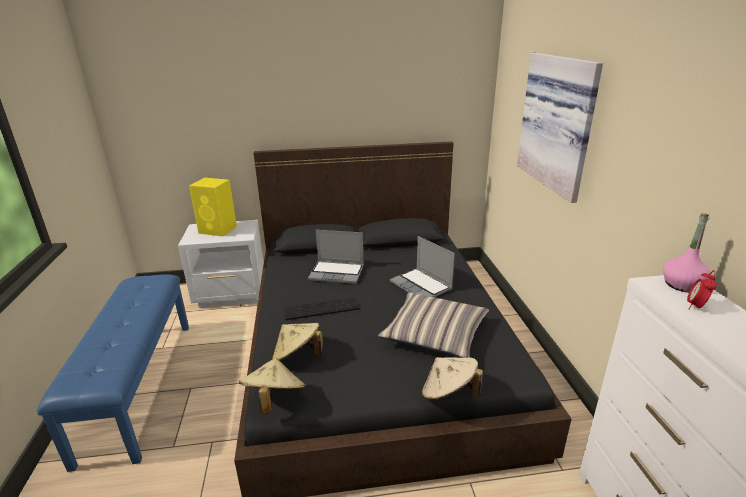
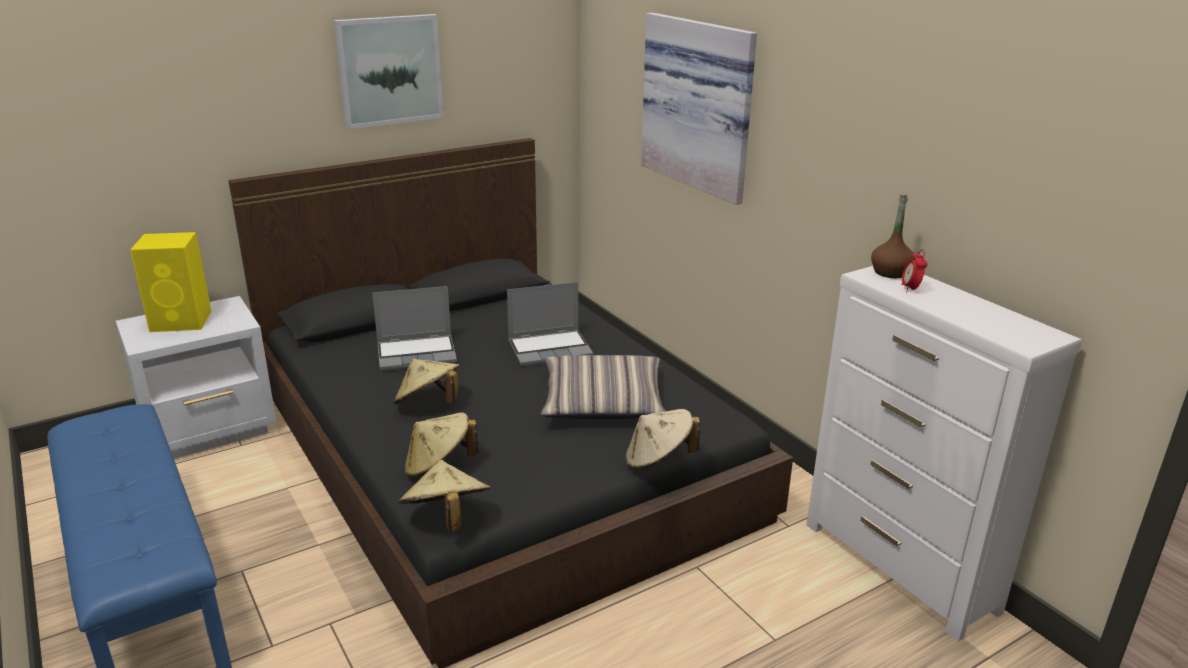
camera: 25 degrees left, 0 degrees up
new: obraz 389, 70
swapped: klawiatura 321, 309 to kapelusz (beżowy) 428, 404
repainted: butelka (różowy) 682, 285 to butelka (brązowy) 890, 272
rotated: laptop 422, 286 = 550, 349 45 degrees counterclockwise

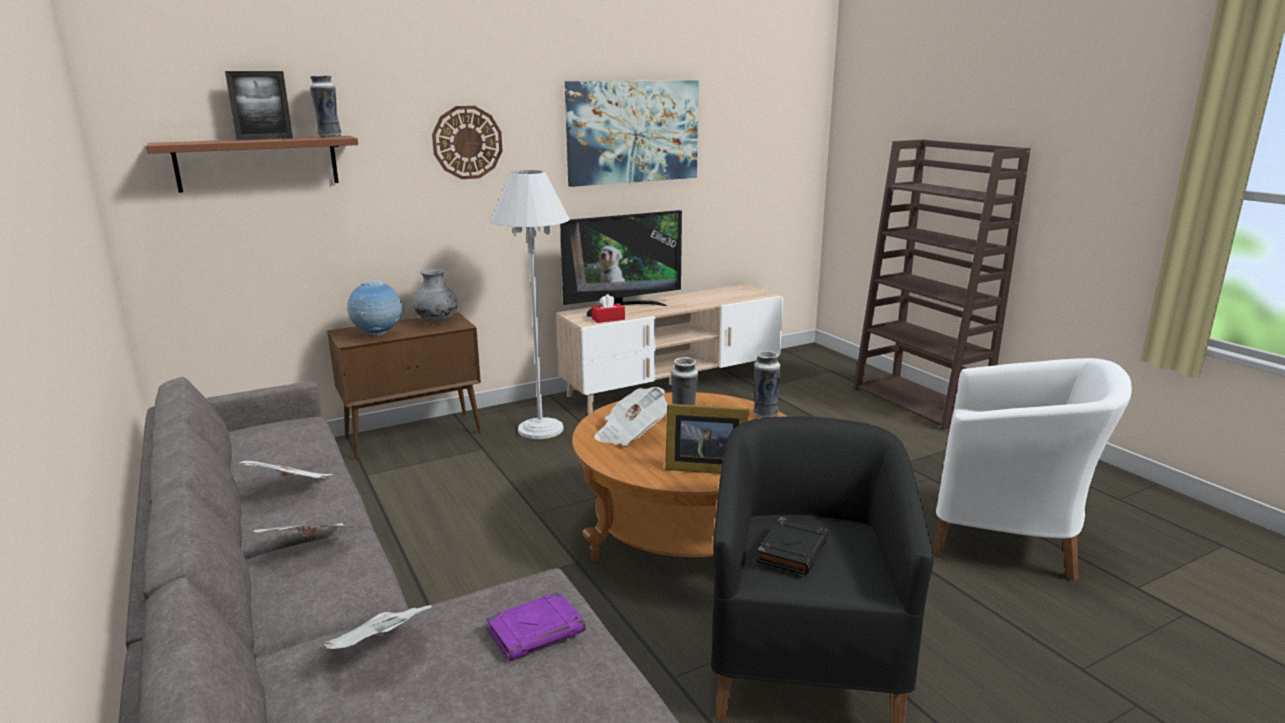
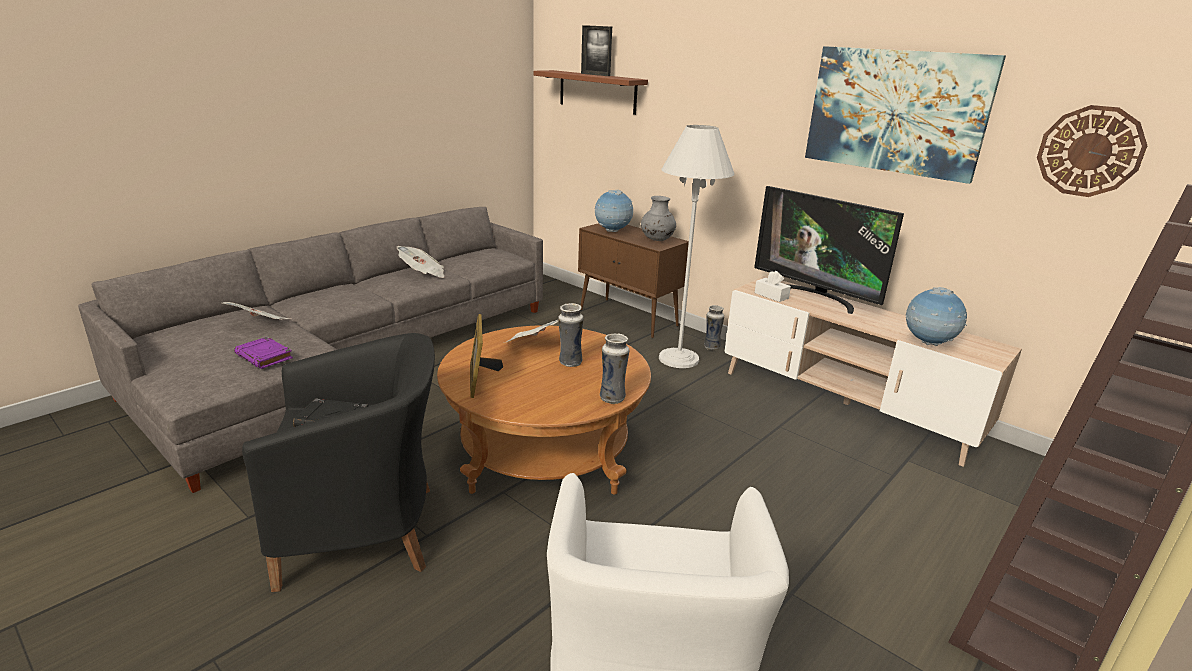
camera: 70 degrees right, 5 degrees up
gone: gazeta 311, 549
new: globus 928, 343
shifted: wazon 329, 137 to 711, 347; zegar ścienny 467, 142 to 1089, 151
repainted: pudełko chusteczek (czerwony) 608, 319 to pudełko chusteczek (biały) 771, 295

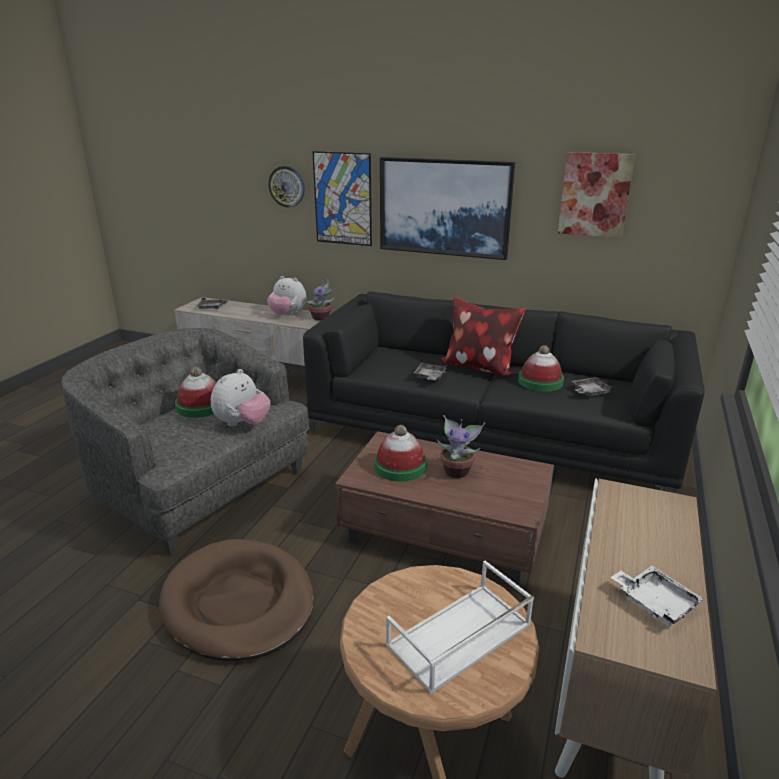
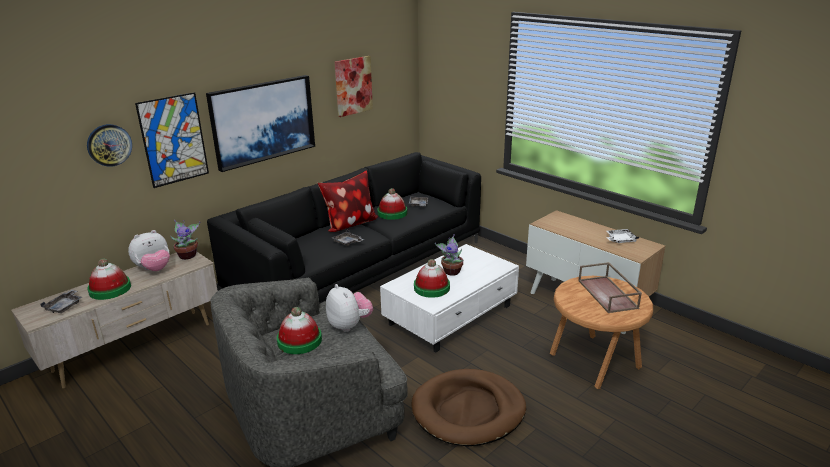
camera: 65 degrees left, 0 degrees up
new: kapelusz 110, 289
repainted: ława (brązowy) 446, 532 to ława (biały) 451, 315; taca (biały) 459, 636 to taca (brązowy) 608, 294

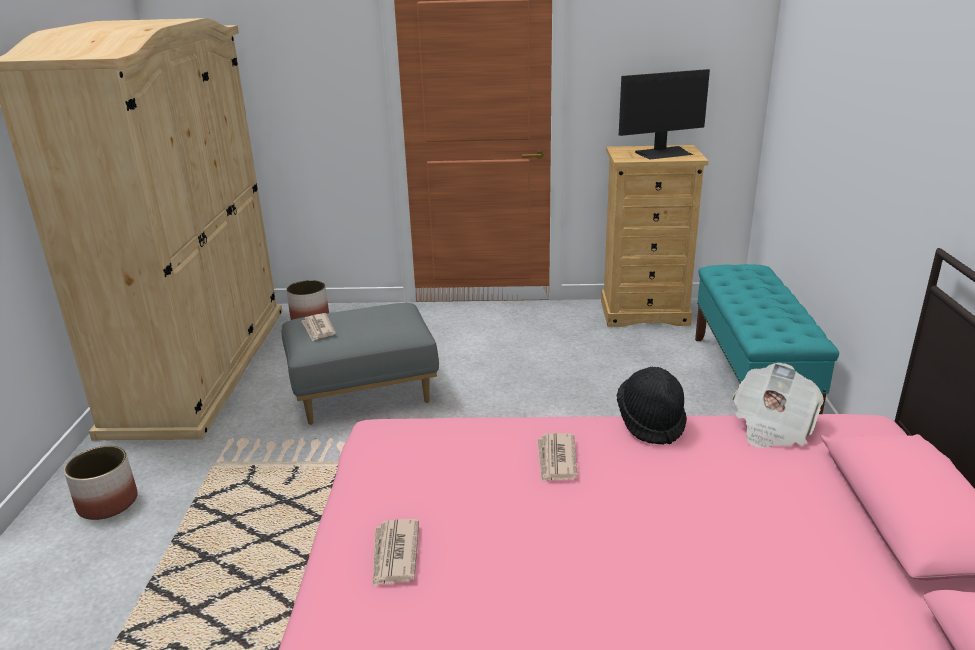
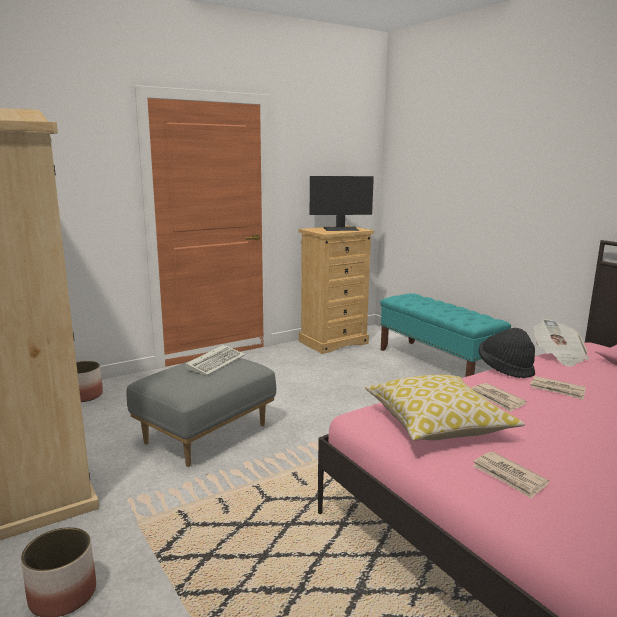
camera: 35 degrees left, 10 degrees down
new: klawiatura 216, 362; poduszka 437, 424
shifted: gazeta 318, 329 to 557, 390
rotated: monitor 664, 153 = 341, 229 45 degrees clockwise

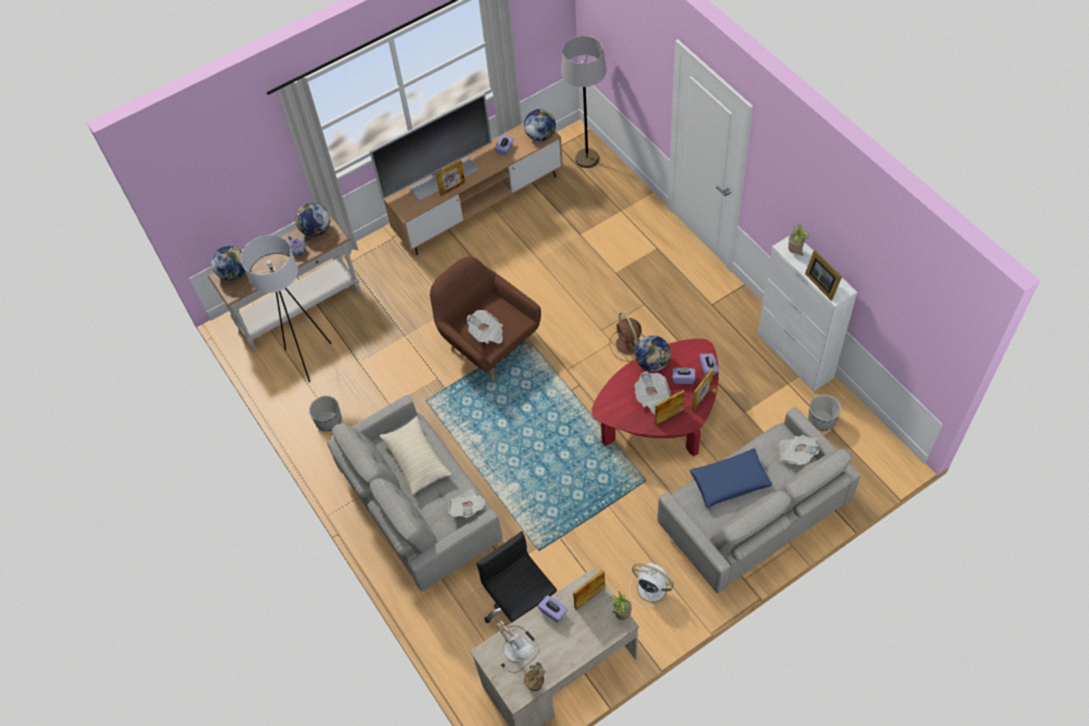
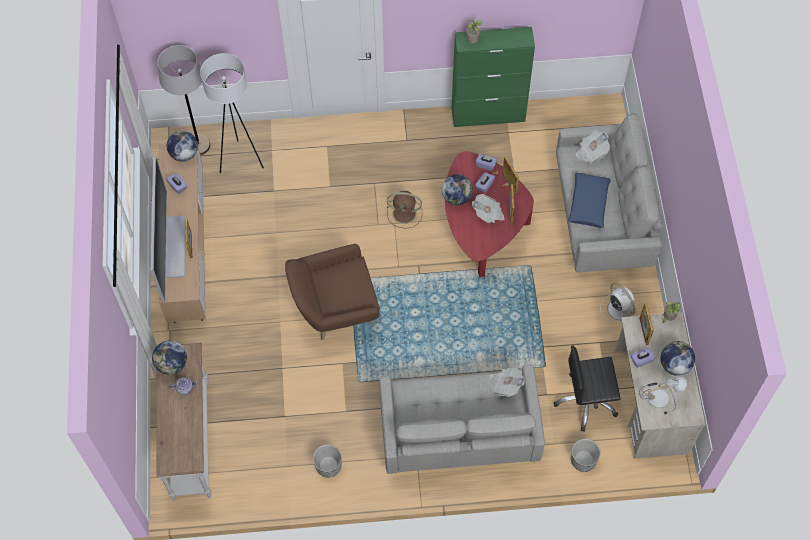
camera: 65 degrees left, 5 degrees up
gone: poduszka (beżowy) 416, 460; gazeta 487, 333; roślina doniczkowa 536, 686; ramka na zdjęcie 821, 283
shifted: globus 234, 273 to 674, 365; lampa stojąca (biały) 308, 359 to 241, 160; donica 821, 420 to 583, 460
repainted: szafka (biały) 795, 356 to szafka (zielony) 488, 115
rotated: wentylator (biały) 650, 587 = 618, 308 90 degrees clockwise

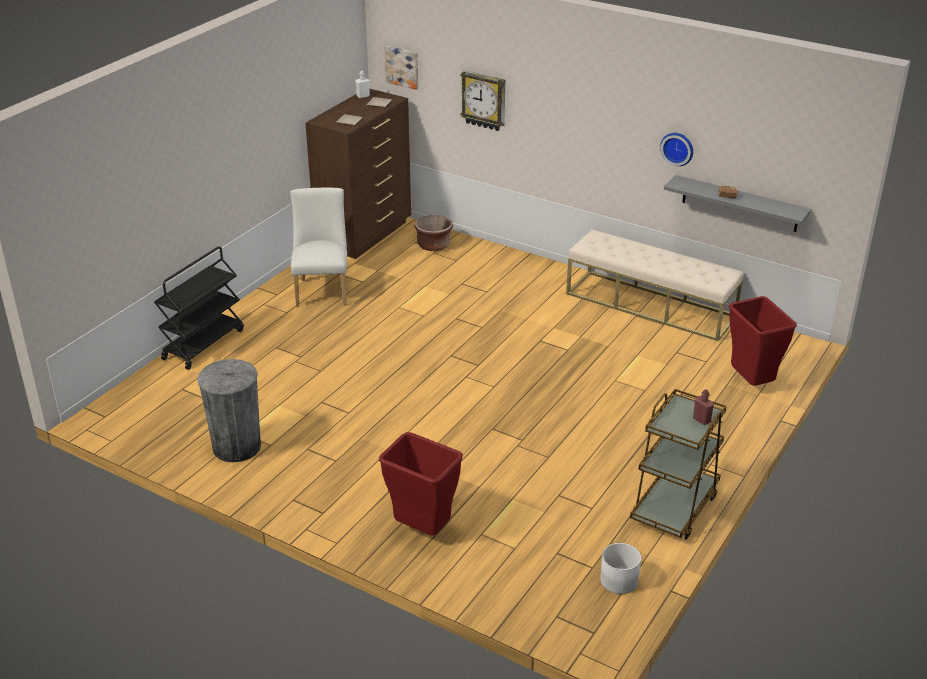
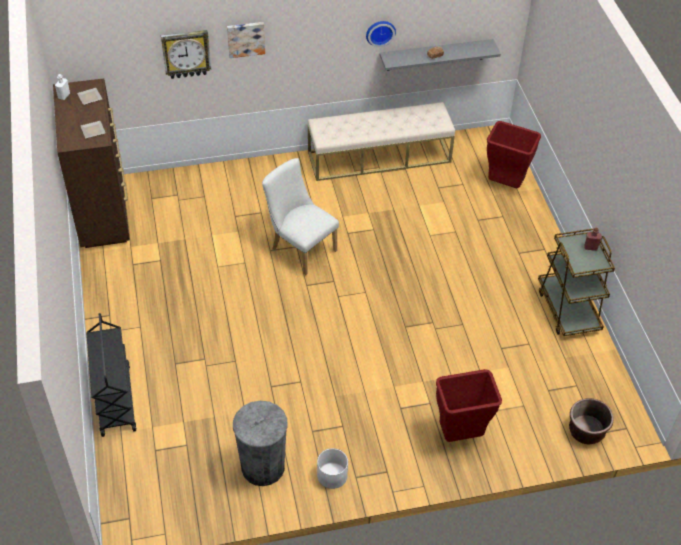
camera: 45 degrees left, 15 degrees up
shifted: krzesło (biały) 322, 289 to 300, 248; obraz 402, 67 to 246, 38; donica (brązowy) 433, 245 to 586, 431; donica (biały) 618, 580 to 332, 475

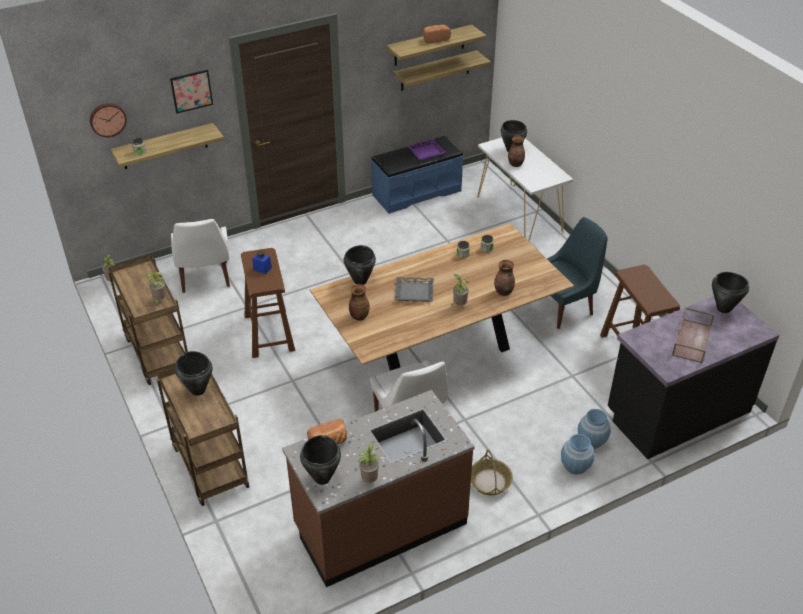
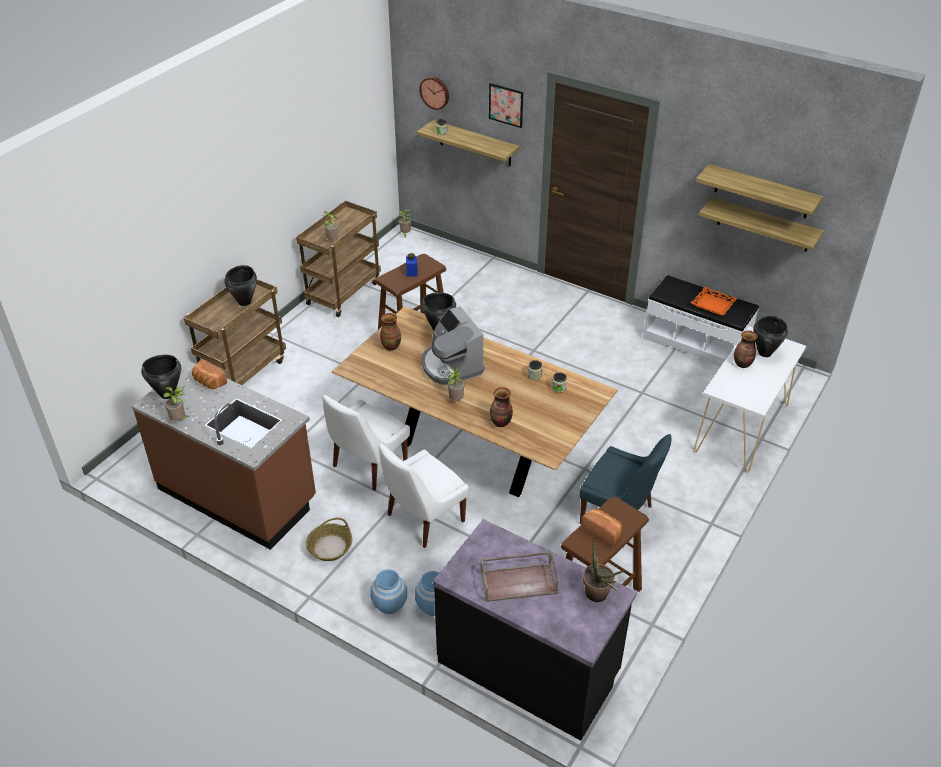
camera: 60 degrees right, 0 degrees up
shifted: krzesło (biały) 205, 278 to 423, 519; chleb 435, 39 to 602, 531
swapped: taca (szary) 414, 292 to ekspres do kawy 451, 365; garnek (czarny) 723, 309 to roślina doniczkowa 599, 597
repainted: ławka (niebieski) 416, 192 to ławka (biały) 696, 342; taca (fioletowy) 426, 152 to taca (pomarańczowy) 713, 304

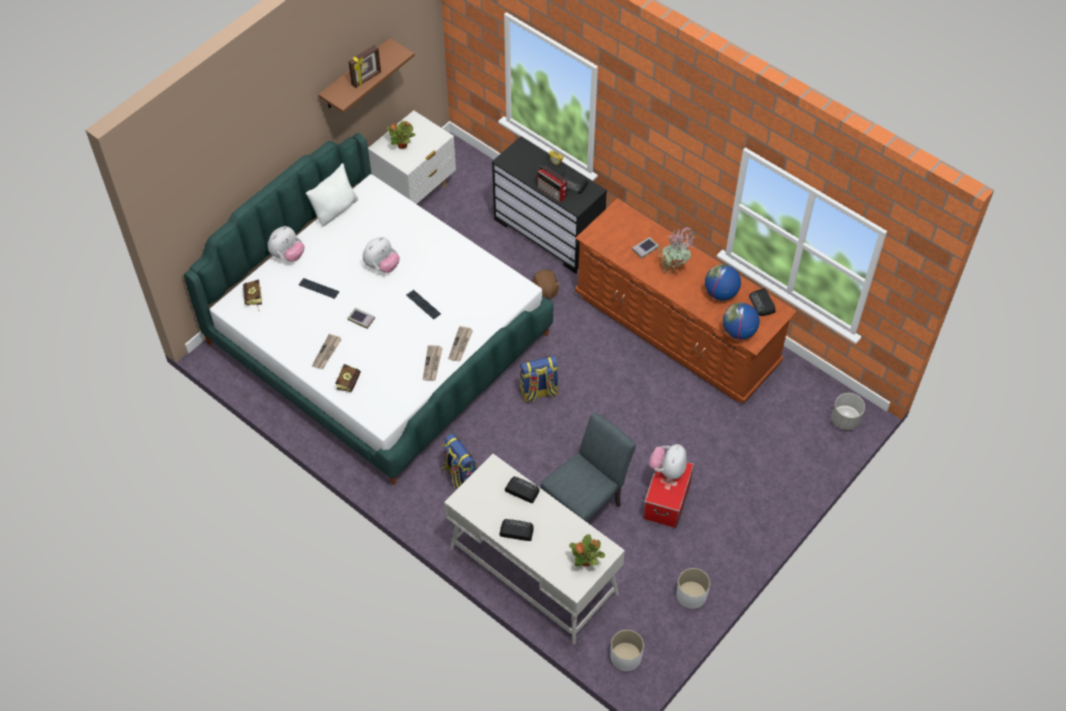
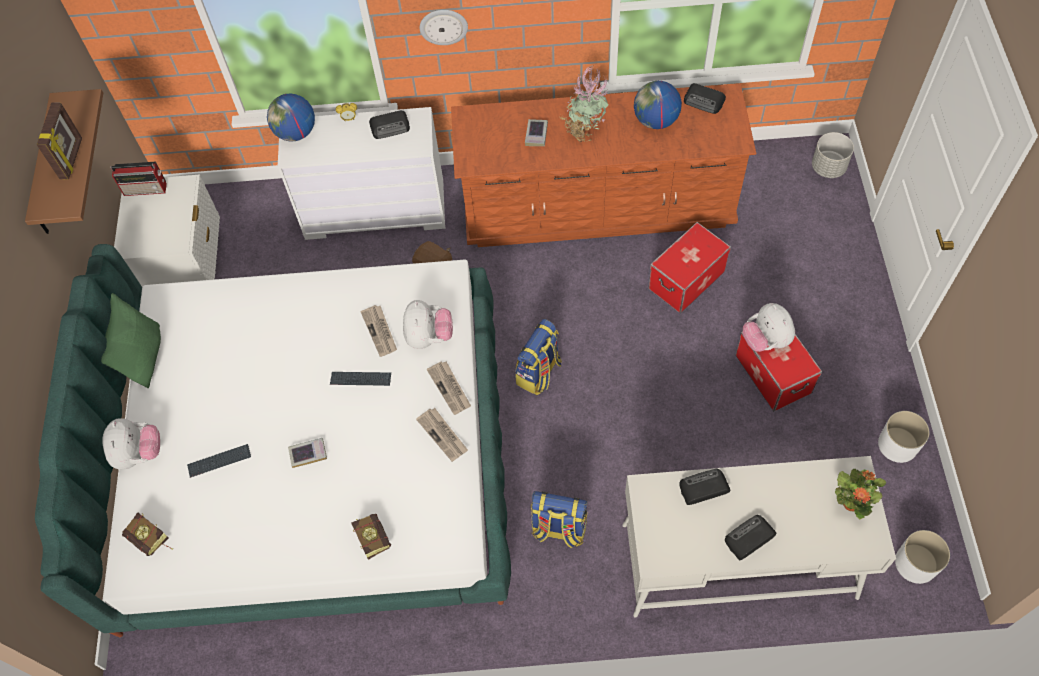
camera: 40 degrees left, 5 degrees up
gone: roślina doniczkowa 402, 145; krzesło (szary) 586, 505
new: zegar ścienny 443, 26; pojemnik do przechowywania 686, 280
shifted: gazeta 327, 353 to 380, 331; pluszak 382, 266 to 429, 337; radio 552, 192 to 146, 189; globus 738, 331 to 296, 133
repainted: poduszka (biały) 335, 209 to poduszka (zielony) 143, 356; komoda (czarny) 548, 233 to komoda (biały) 375, 210

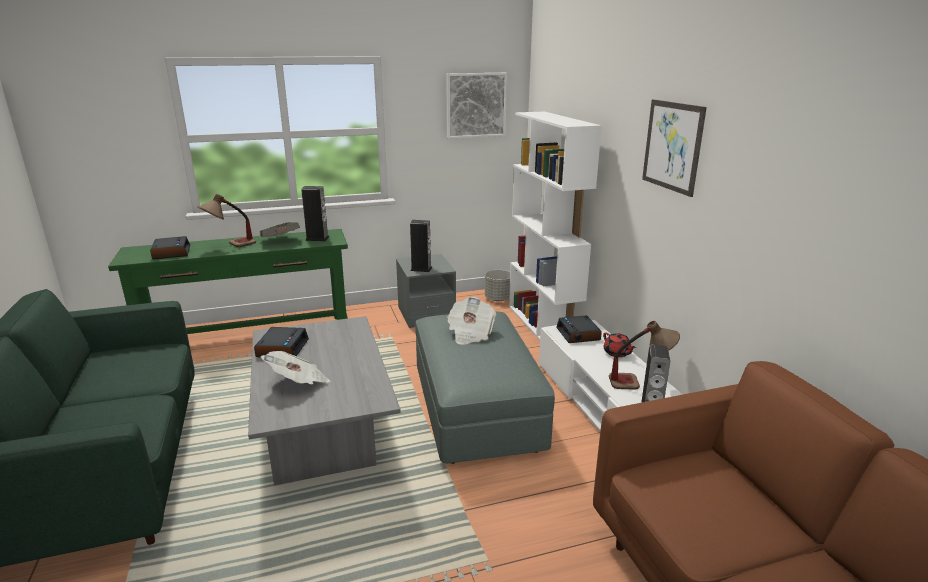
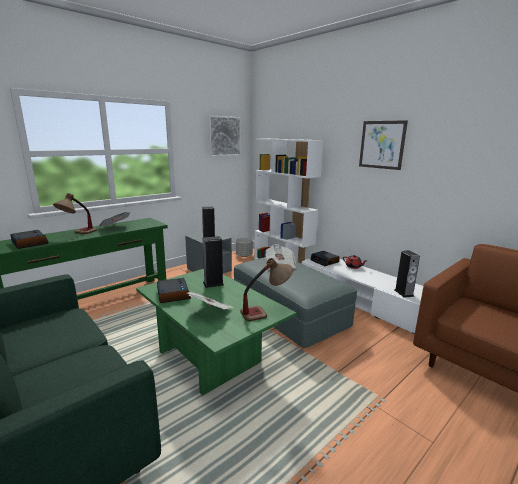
camera: 25 degrees left, 5 degrees down
shifted: głośnik 317, 238 to 213, 283; lampa stołowa 640, 382 to 266, 312
repainted: ława (szary) 326, 441 to ława (zielony) 212, 356

